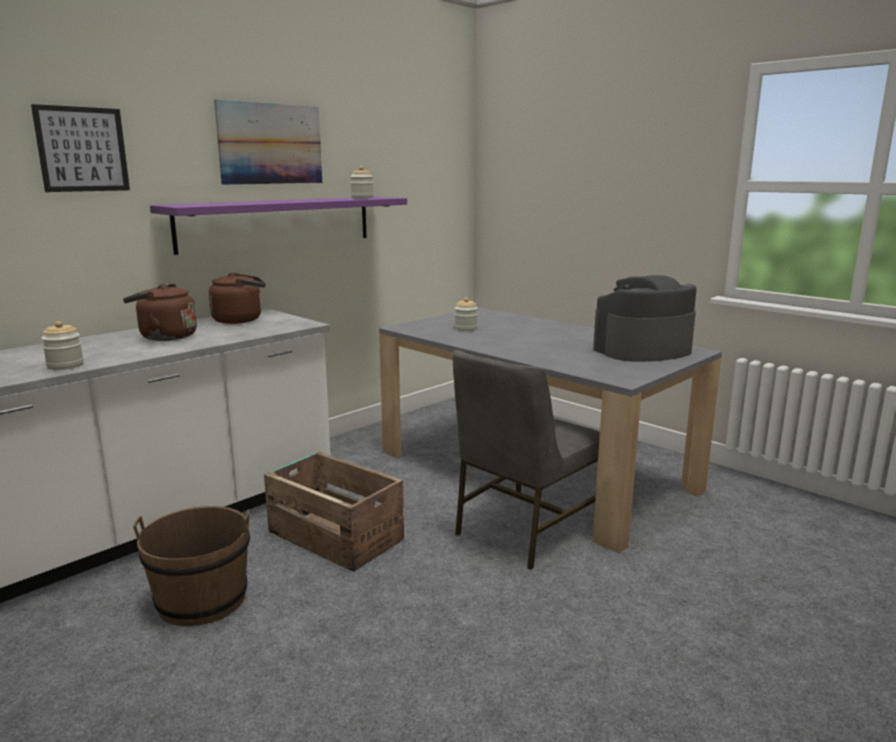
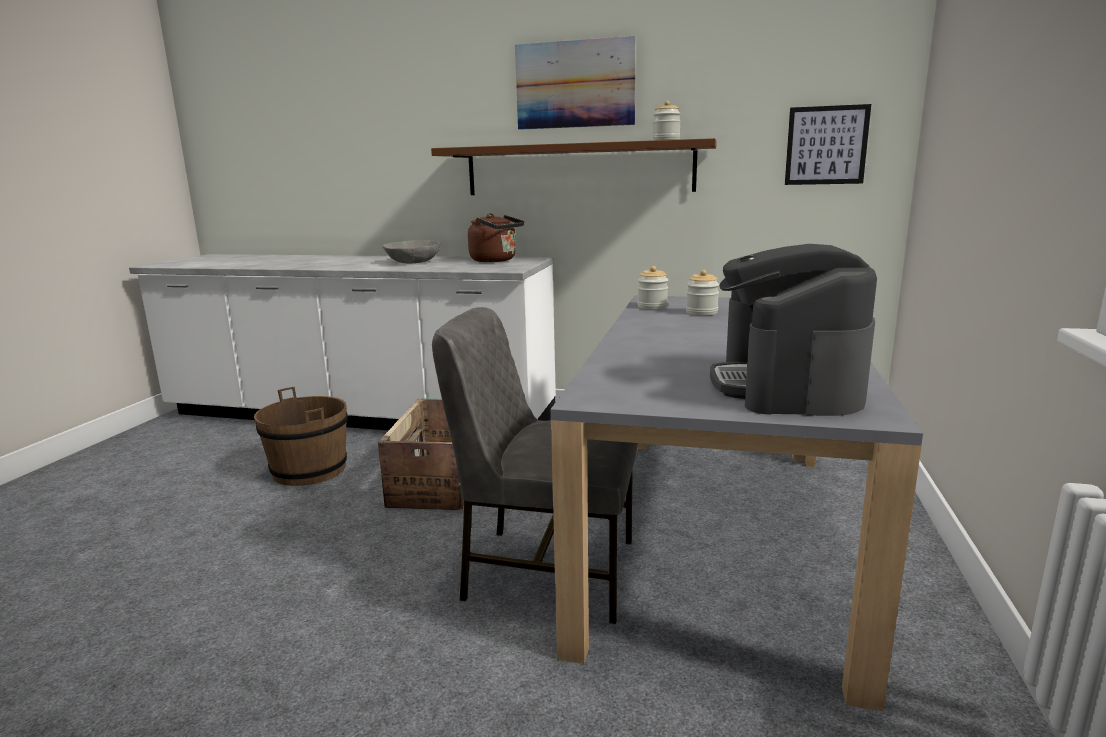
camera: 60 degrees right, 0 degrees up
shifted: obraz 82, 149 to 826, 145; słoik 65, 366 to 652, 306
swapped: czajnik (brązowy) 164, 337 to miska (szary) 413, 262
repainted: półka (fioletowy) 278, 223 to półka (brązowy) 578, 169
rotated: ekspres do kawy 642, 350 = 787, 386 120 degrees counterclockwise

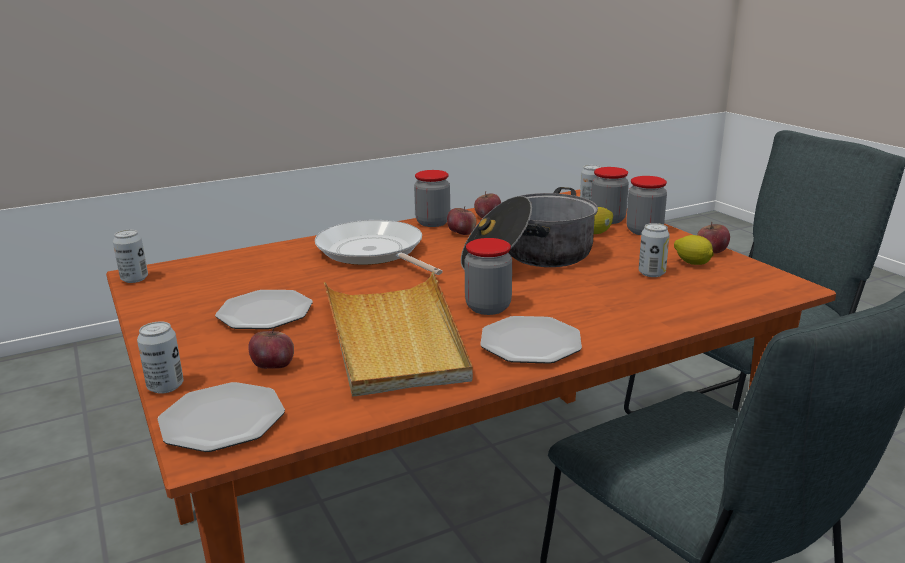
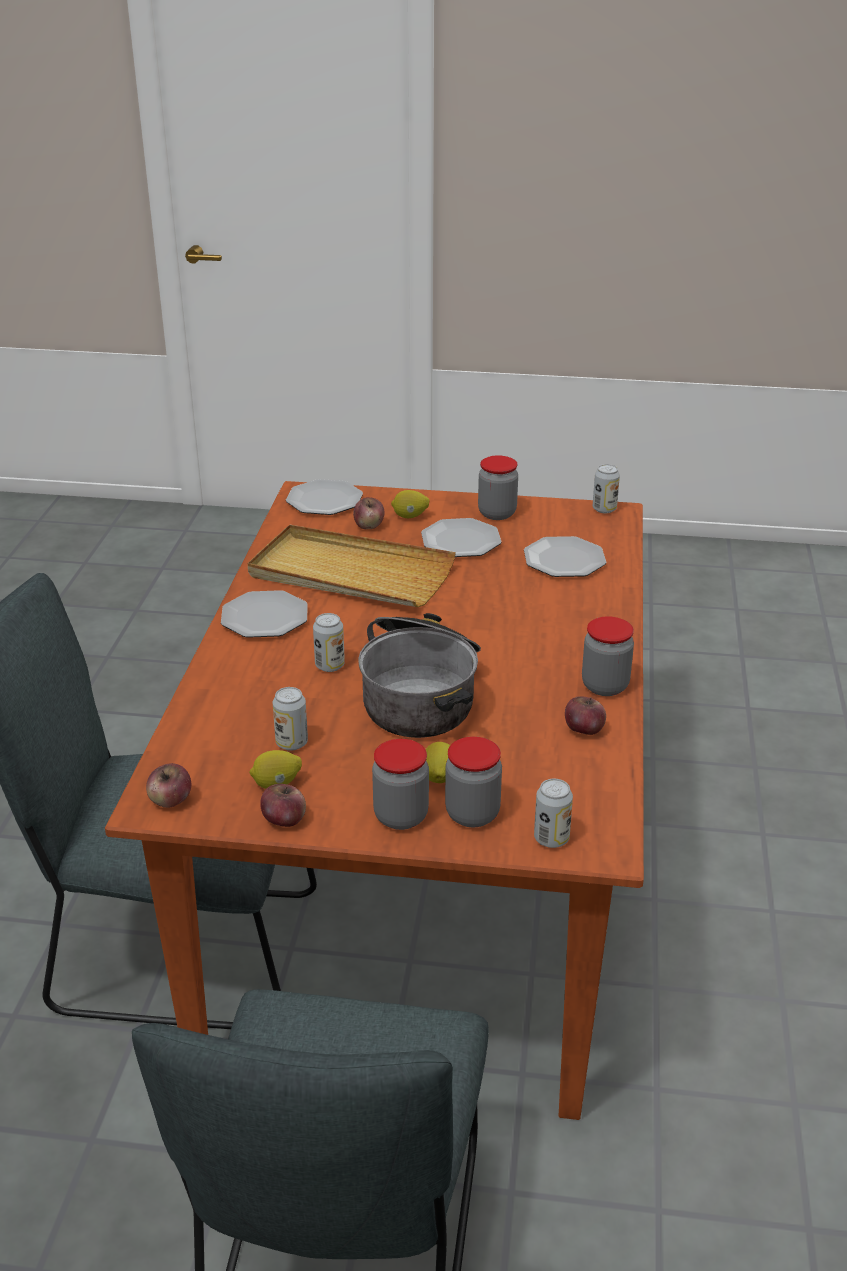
camera: 125 degrees right, 10 degrees up
gone: patelnia 373, 252
new: cytryna 410, 516; talerz 563, 560
shifted: puszka 165, 386 to 329, 665; jabłko 462, 233 to 170, 801; słoik 488, 307 to 497, 513

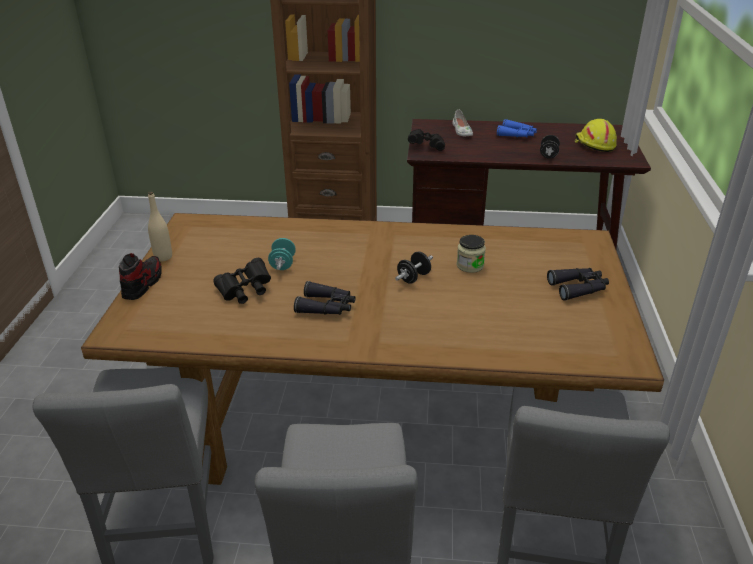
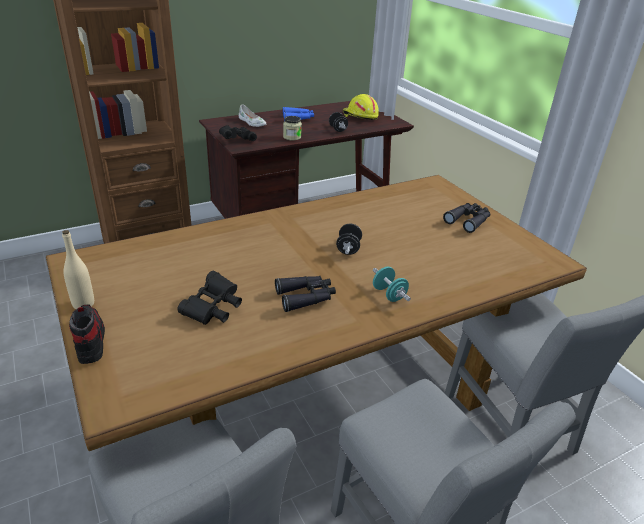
camera: 35 degrees left, 0 degrees up
shifted: hantel (turkusowy) 282, 264 to 389, 294; słoik 470, 265 to 292, 137

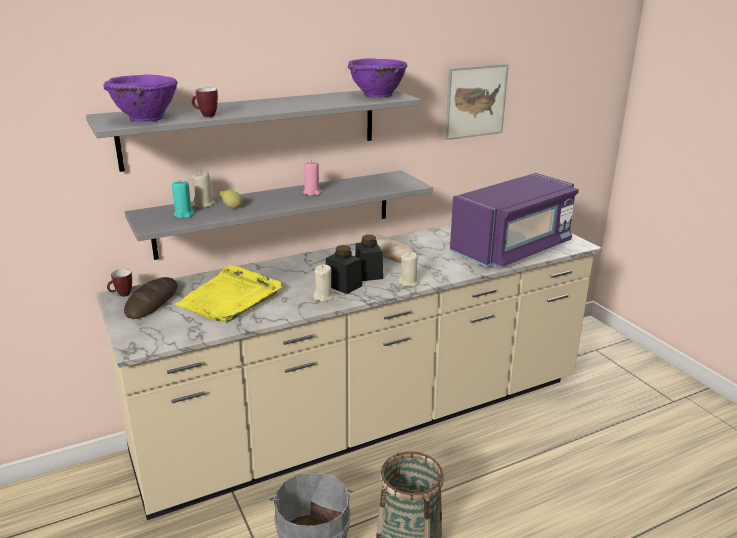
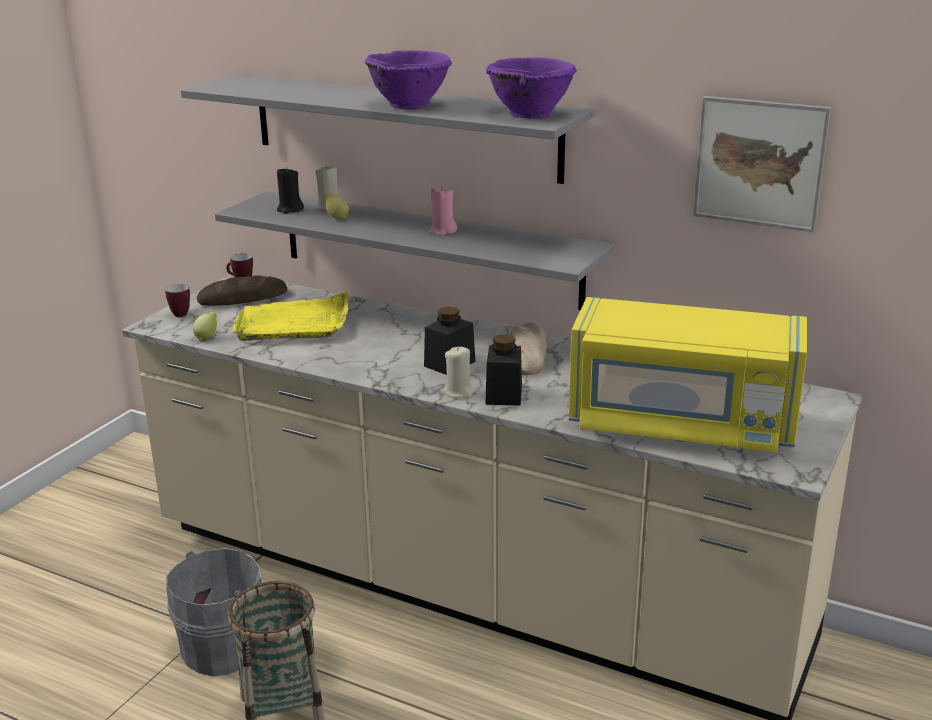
camera: 55 degrees right, 0 degrees up
gone: świeca (beżowy) 323, 297
new: cytryna 207, 337
shifted: miska (fioletowy) 145, 118 to 409, 104; kubek 205, 116 to 179, 313; słoik (czarny) 343, 285 to 504, 394
repainted: świeca (turkusowy) 184, 214 to świeca (czarny) 290, 209; mikrofalówka (fioletowy) 512, 249 to mikrofalówka (żółty) 681, 424

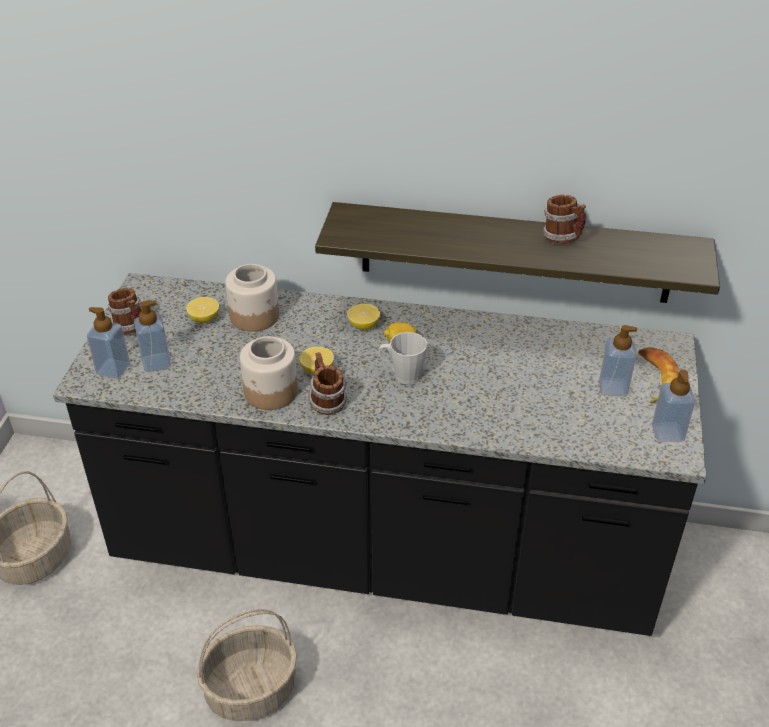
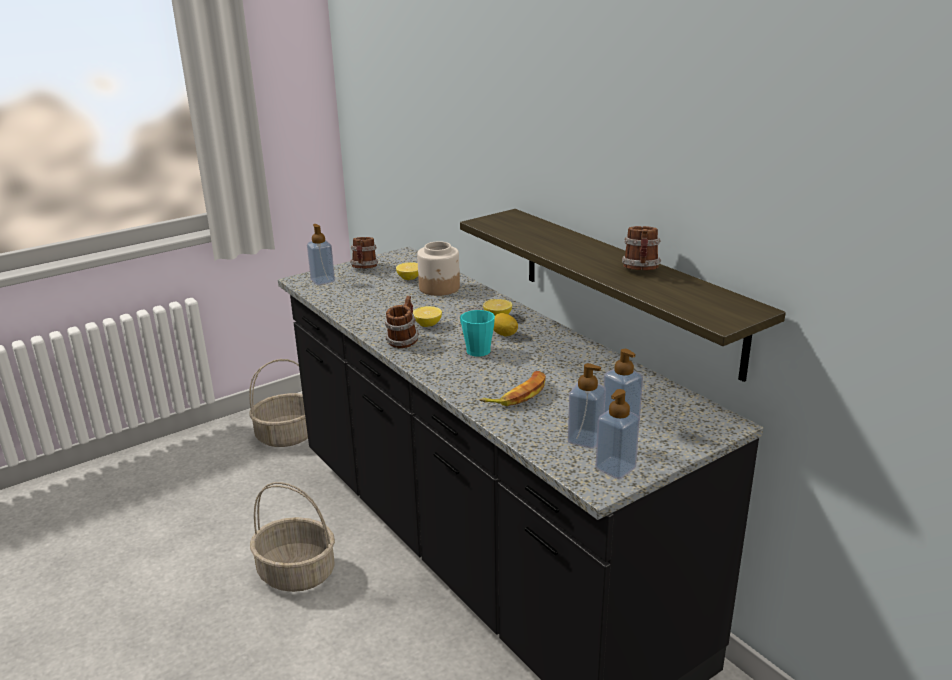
camera: 45 degrees right, 15 degrees down
gone: słoik 271, 392
shifted: dozownik mydła 156, 362 to 585, 439; banan 654, 379 to 517, 394
repainted: kubek (szary) 402, 375 to kubek (turkusowy) 475, 349

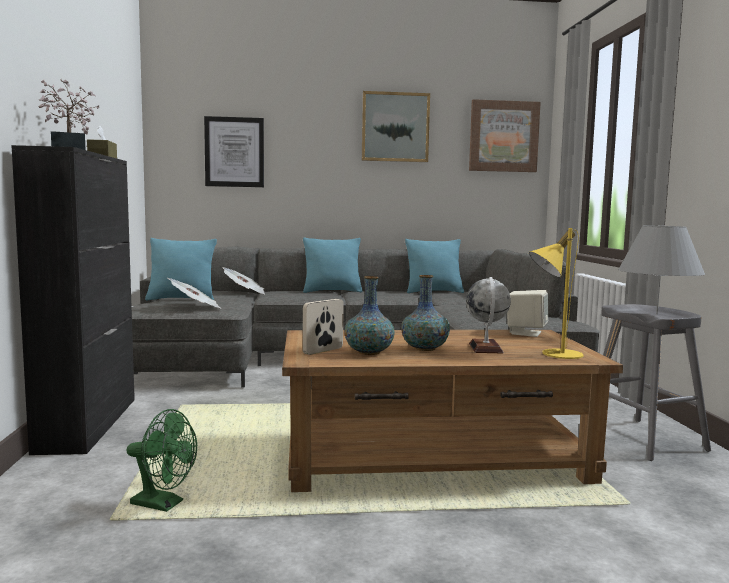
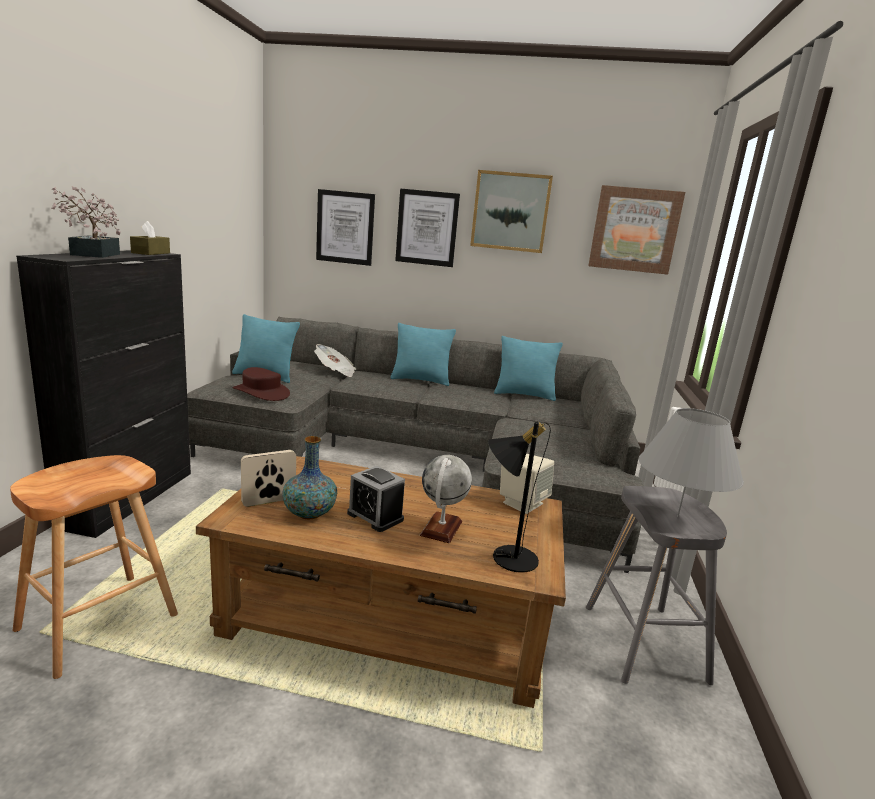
camera: 15 degrees right, 10 degrees up
new: obraz 427, 228
swapped: wentylator (zielony) 164, 505 to stołek (brązowy) 97, 623; gazeta 196, 307 to kapelusz (brązowy) 261, 392; wazon 425, 348 to budzik 375, 516
repainted: lampa stołowa (żółty) 554, 353 to lampa stołowa (czarny) 506, 555

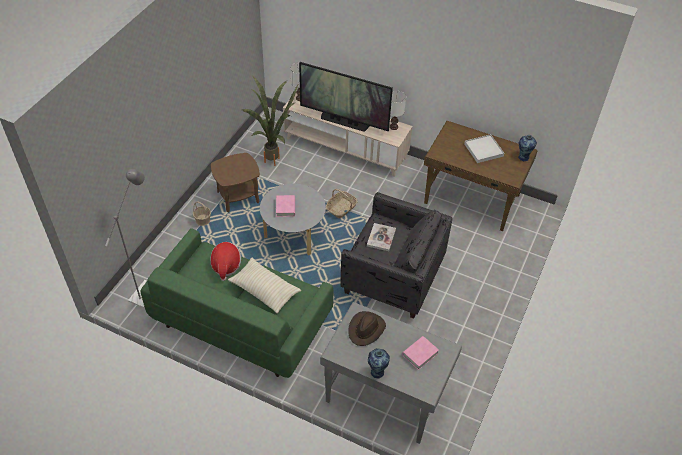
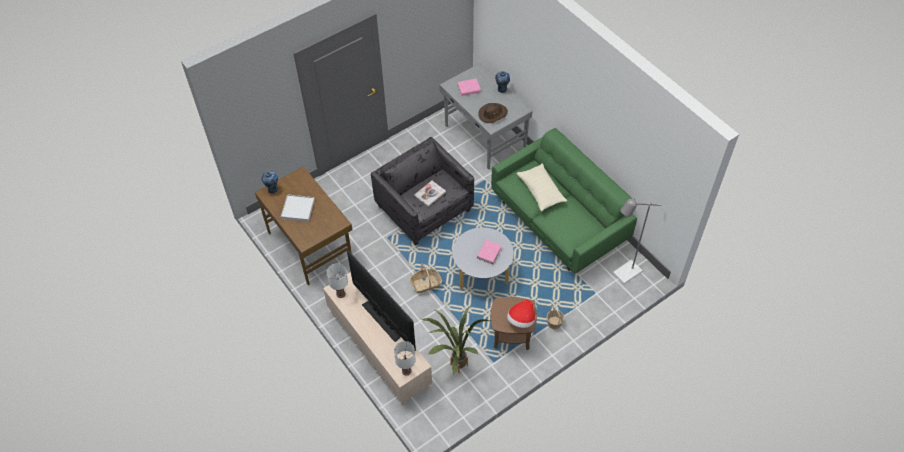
camera: 150 degrees left, 5 degrees up
shifted: kapelusz 226, 266 to 521, 320

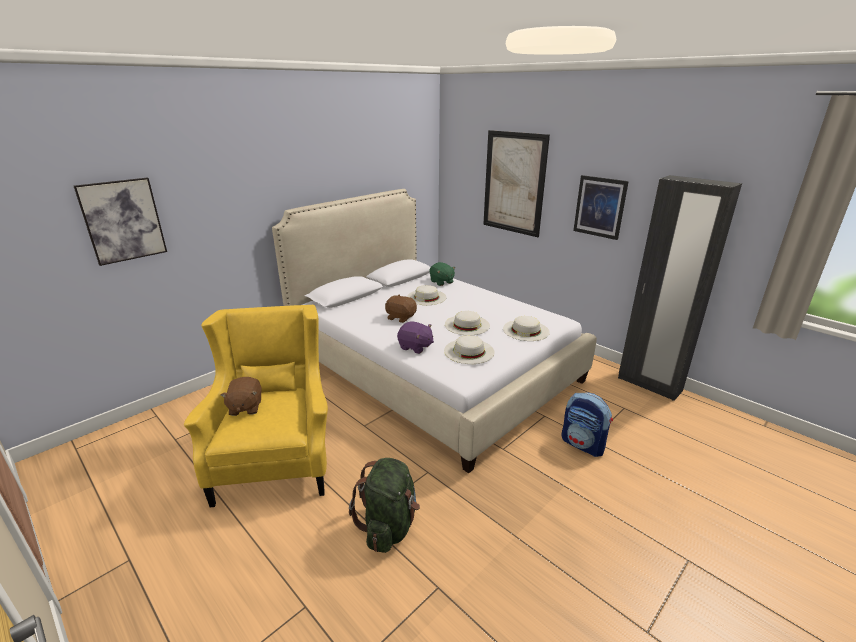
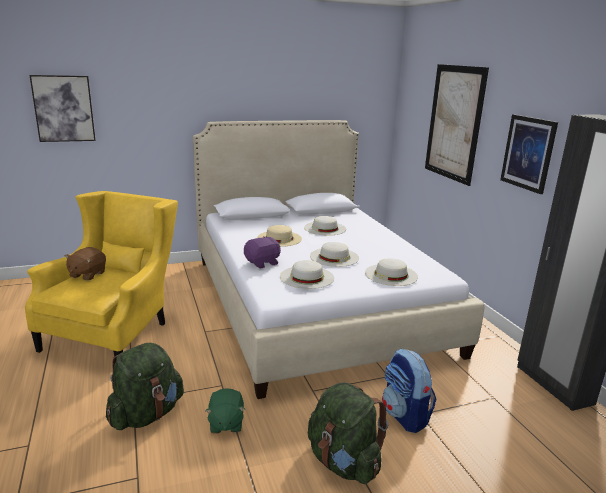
camera: 25 degrees right, 5 degrees down
new: plecak (zielony) 343, 462
shifted: pluszak (zielony) 441, 282 to 225, 423
swapped: pluszak (brązowy) 400, 317 to kapelusz (beżowy) 279, 238
rotated: pluszak (fioletowy) 415, 347 = 262, 263 90 degrees counterclockwise

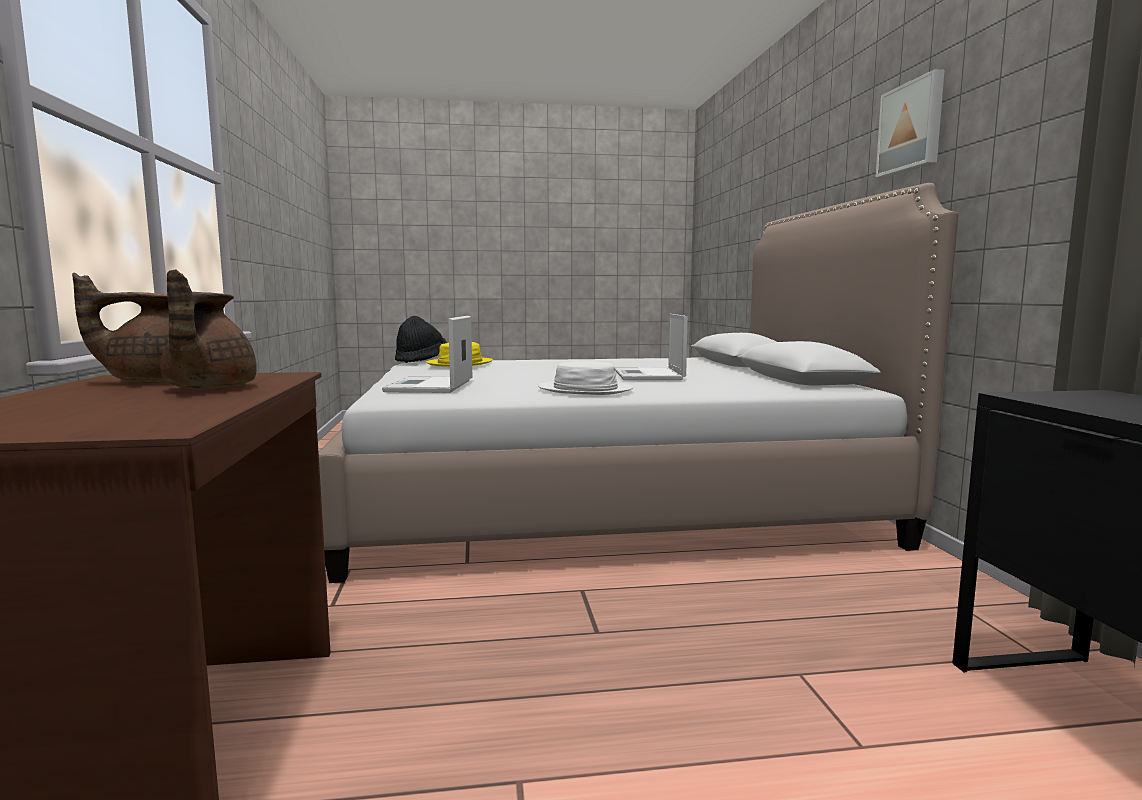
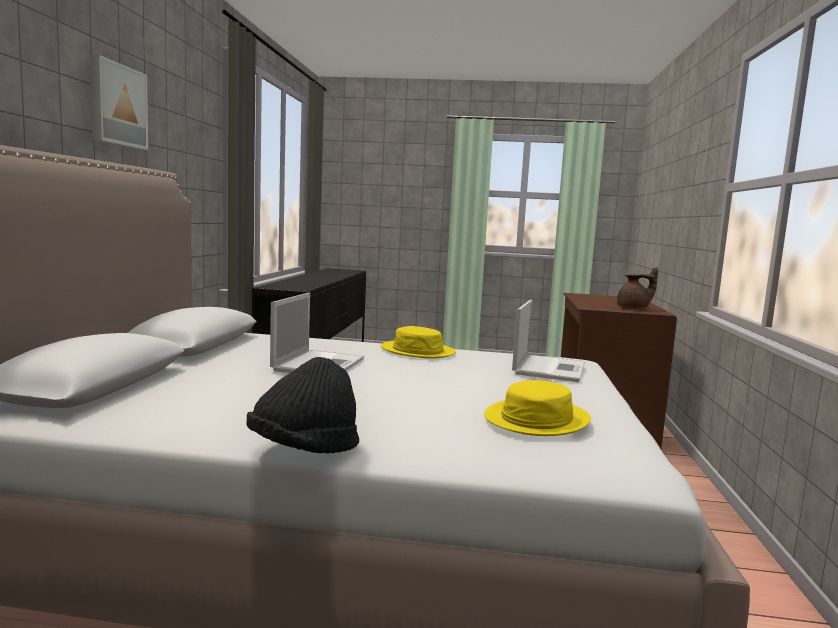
camera: 165 degrees left, 0 degrees up
gone: imbryk (brązowy) 208, 389
shifted: kapelusz (czarny) 421, 360 to 304, 450
repainted: kapelusz (biały) 585, 390 to kapelusz (żółty) 418, 351

